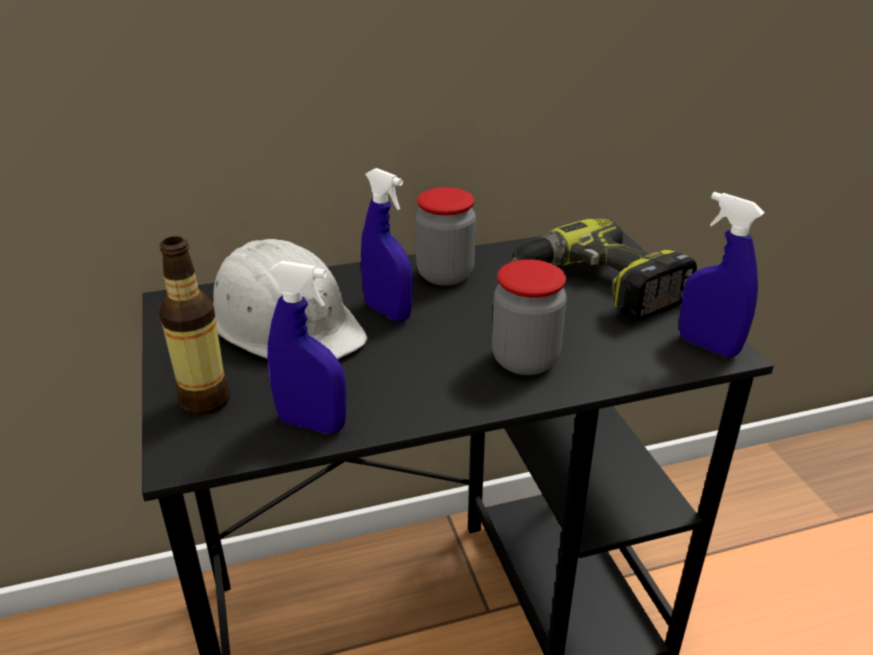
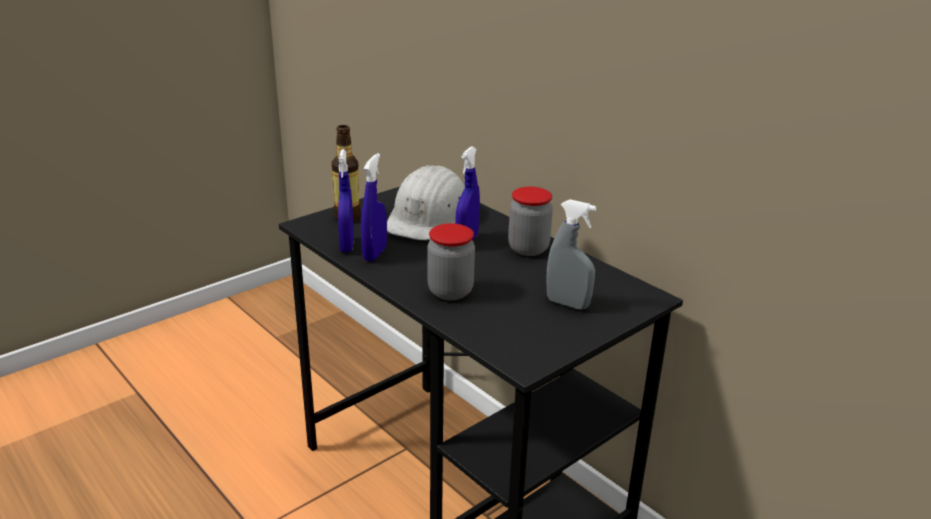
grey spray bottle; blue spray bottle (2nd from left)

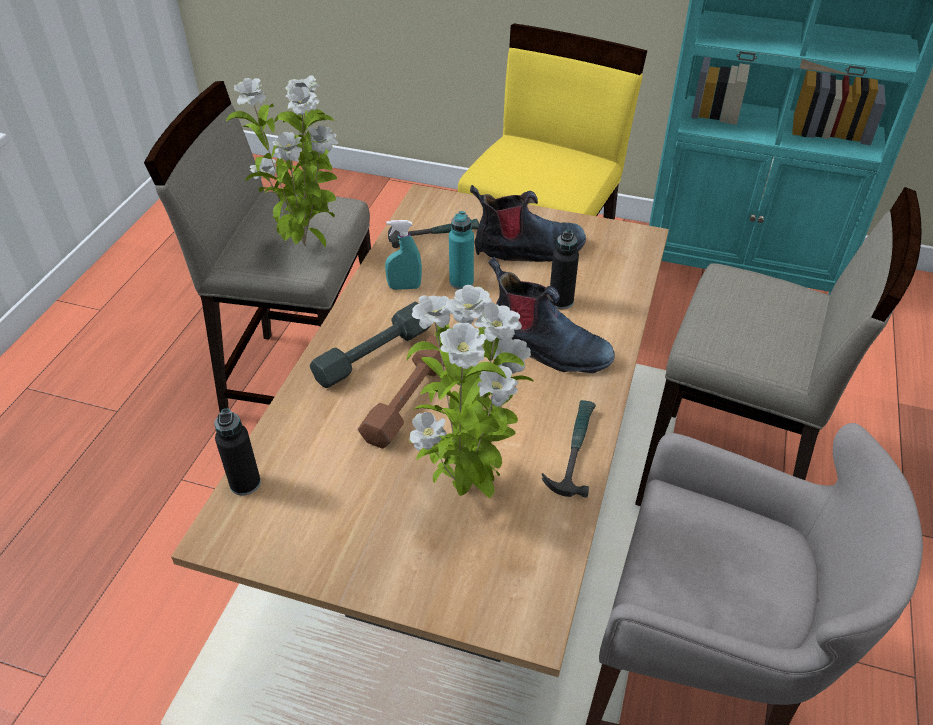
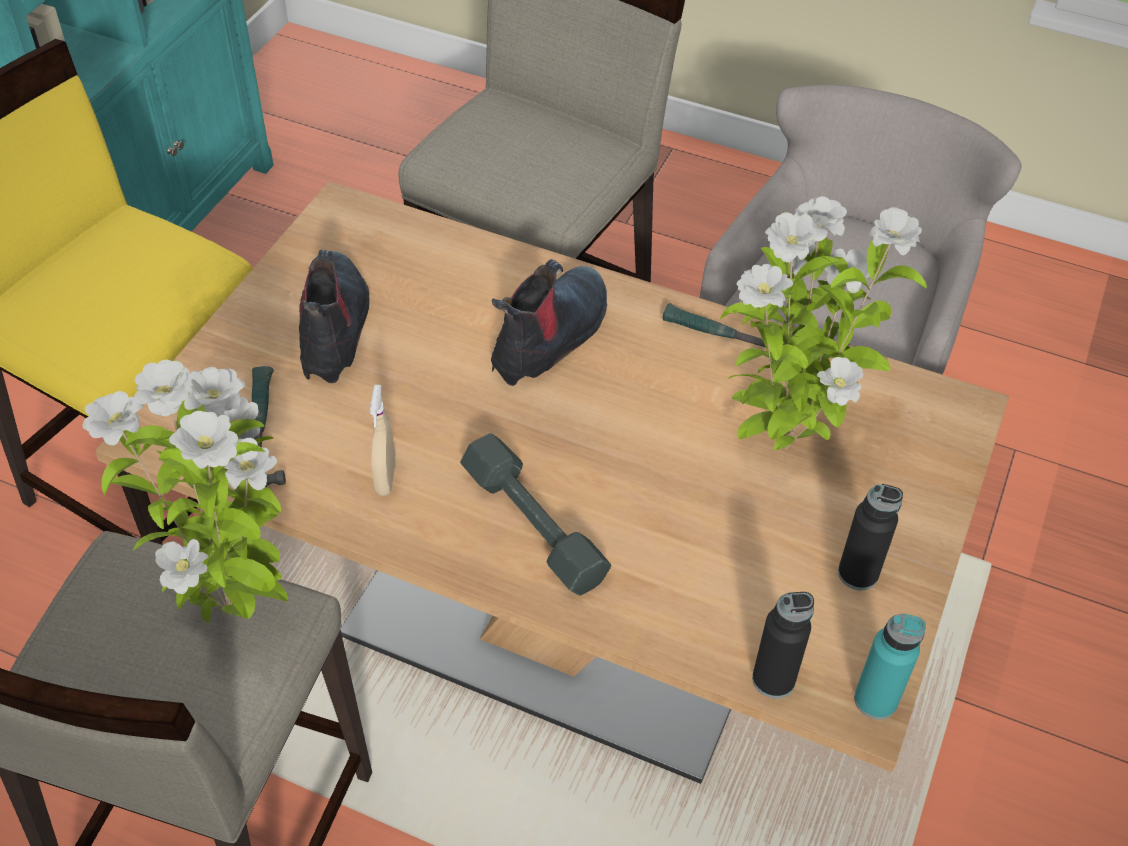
brown dumbbell; beige spray bottle; turquoise bottle; black bottle (2nd from left)

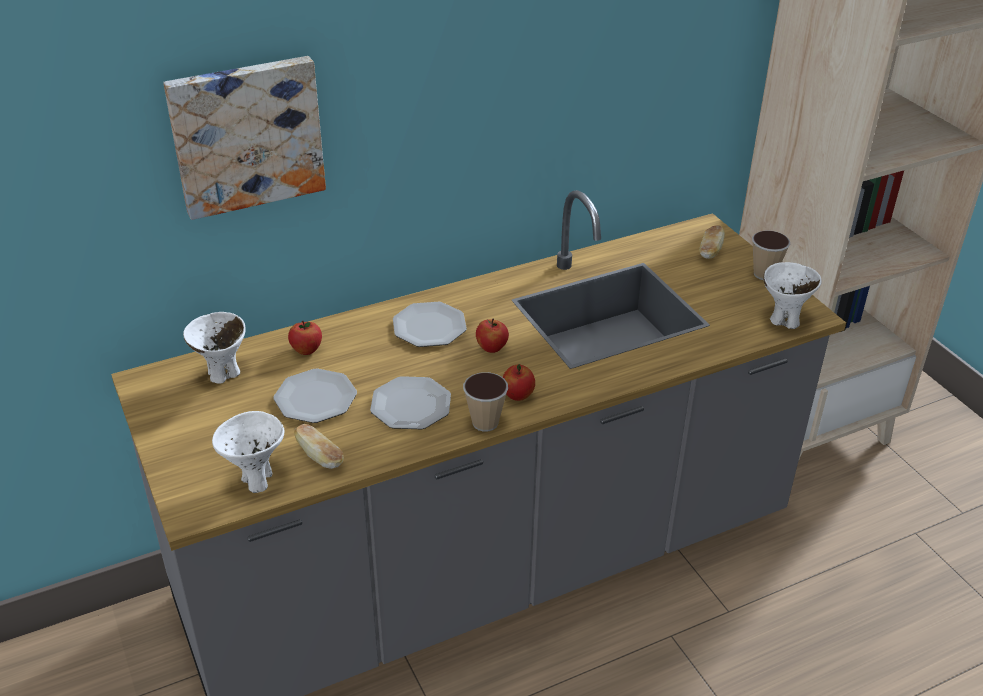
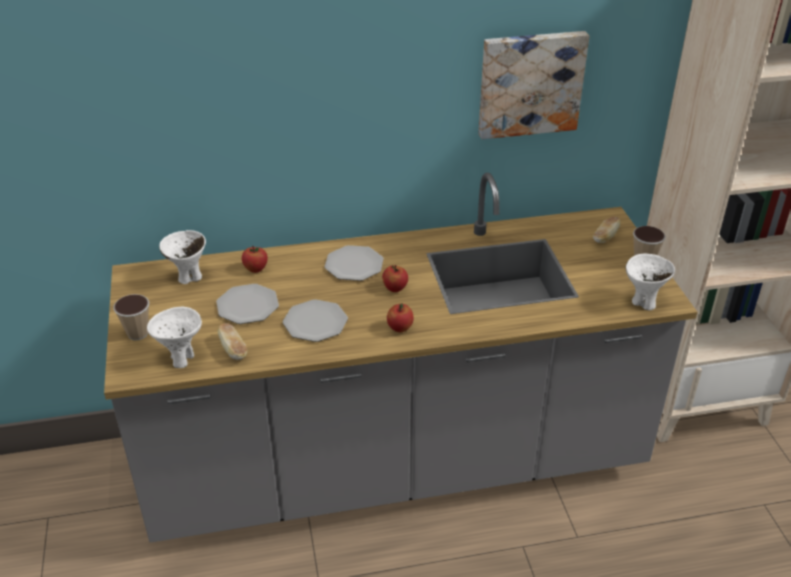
picture; cup (1st from left)

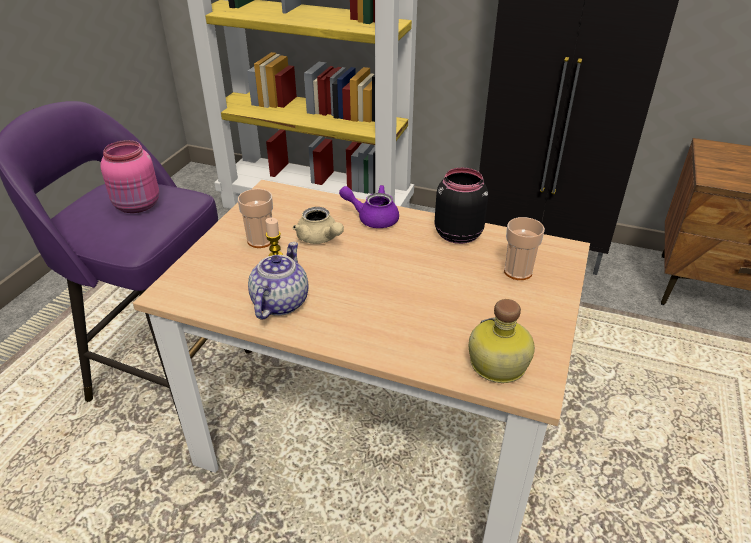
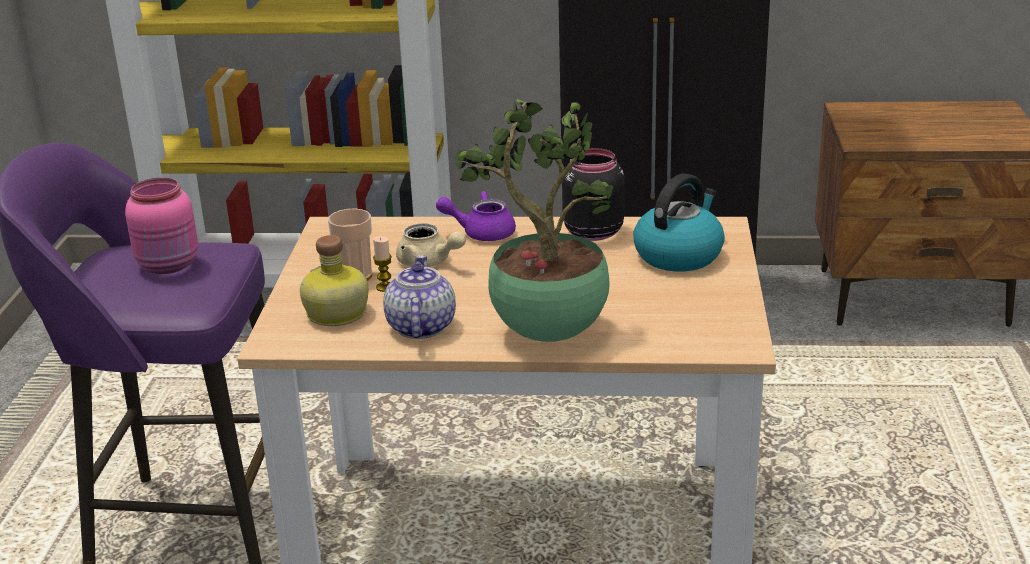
bottle; kettle; potted plant

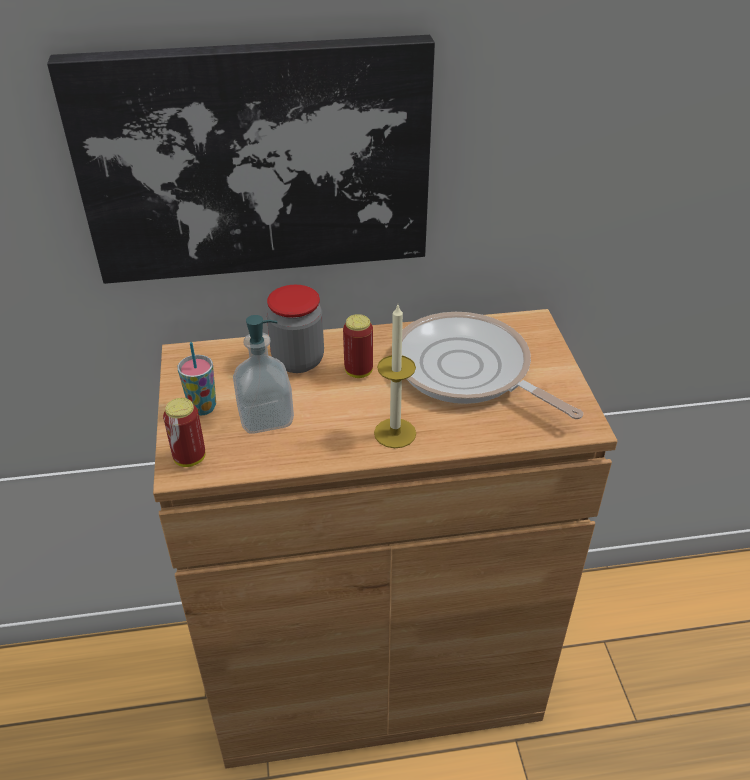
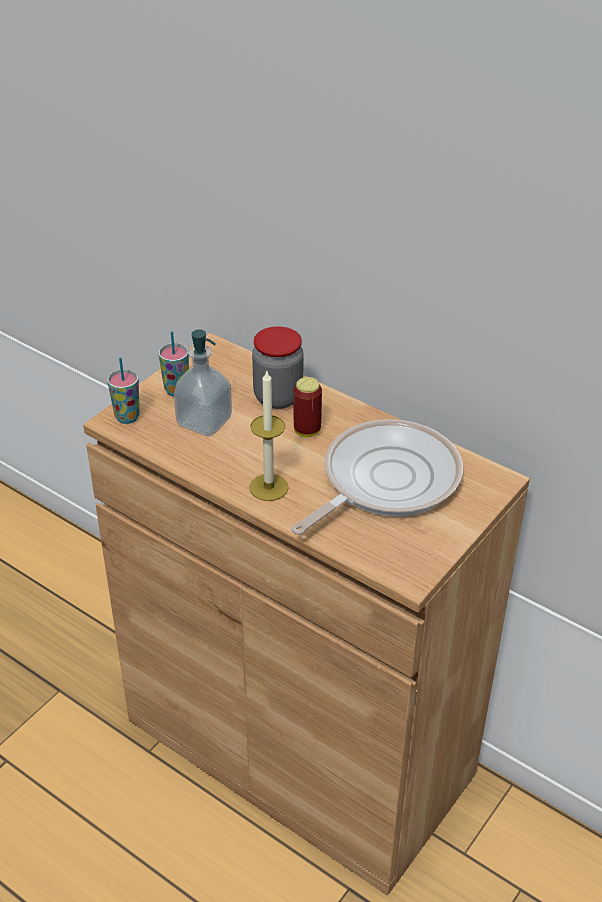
picture; cup (1st from left); frying pan

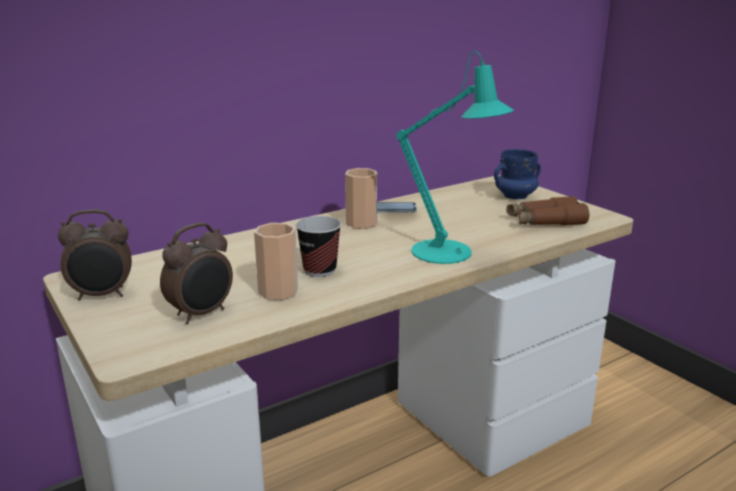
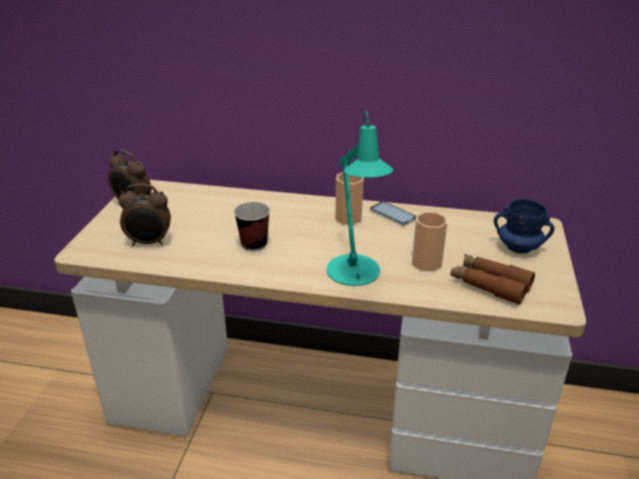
cup (3rd from left)

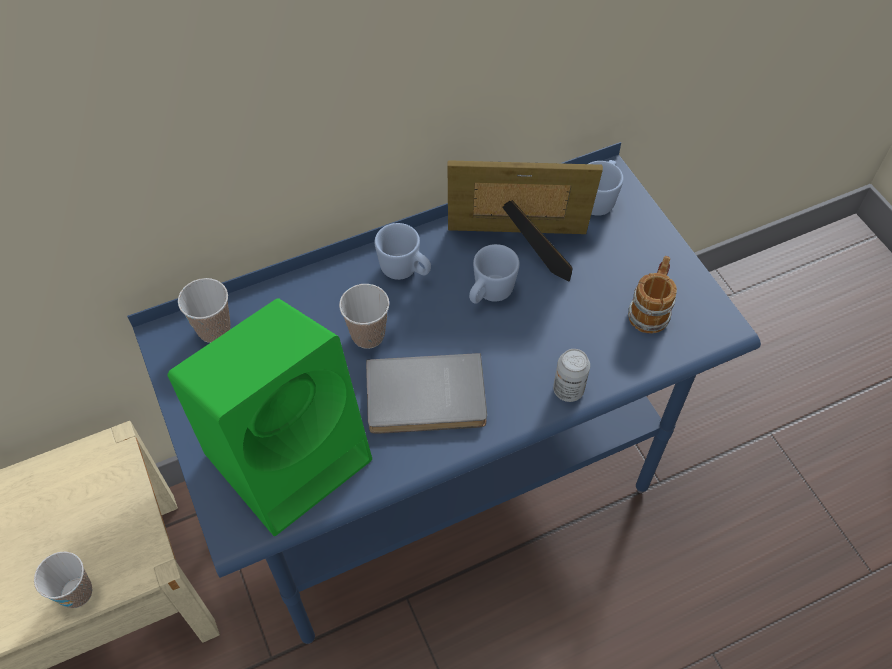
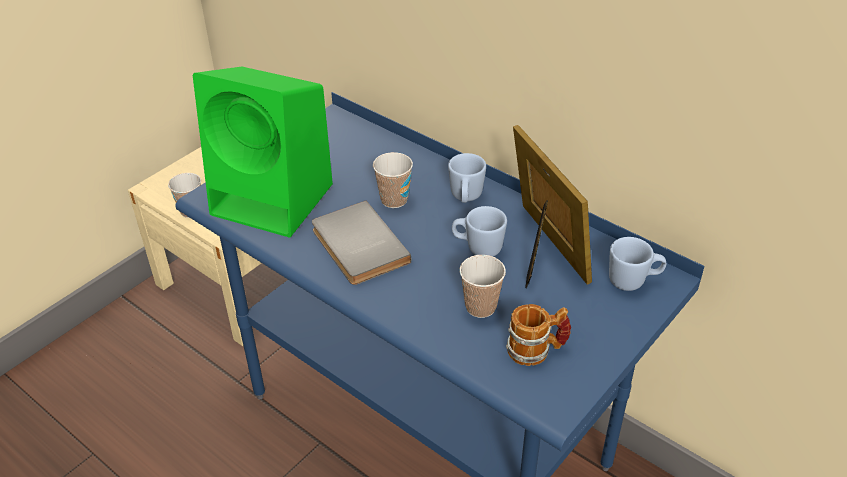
cup (3rd from left); can

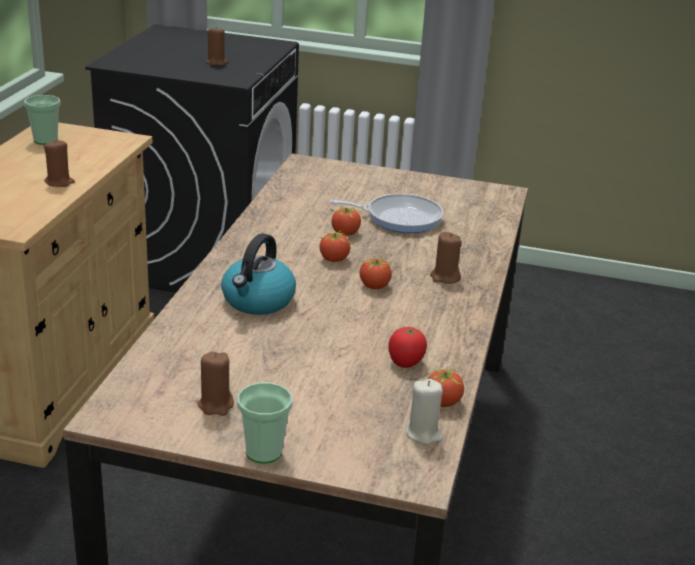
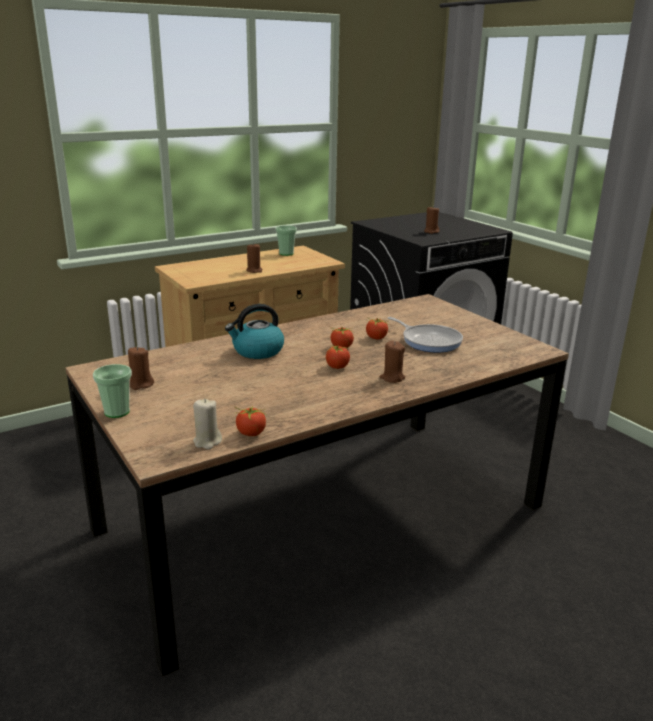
tomato (4th from left in the first image)

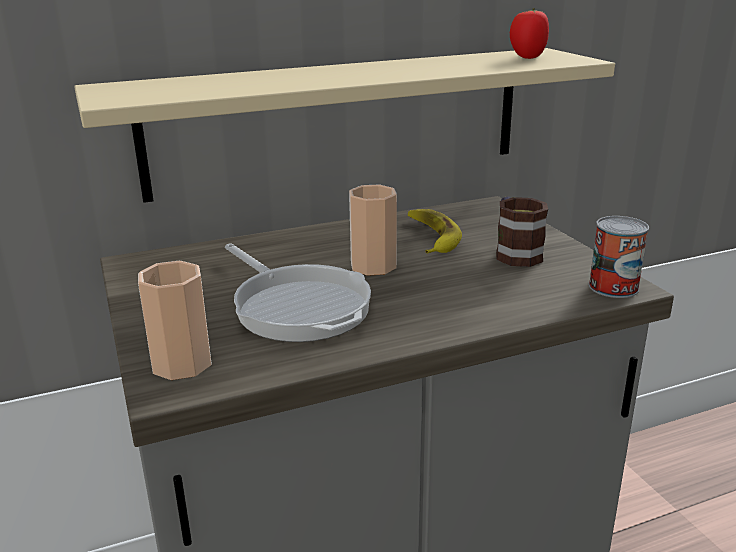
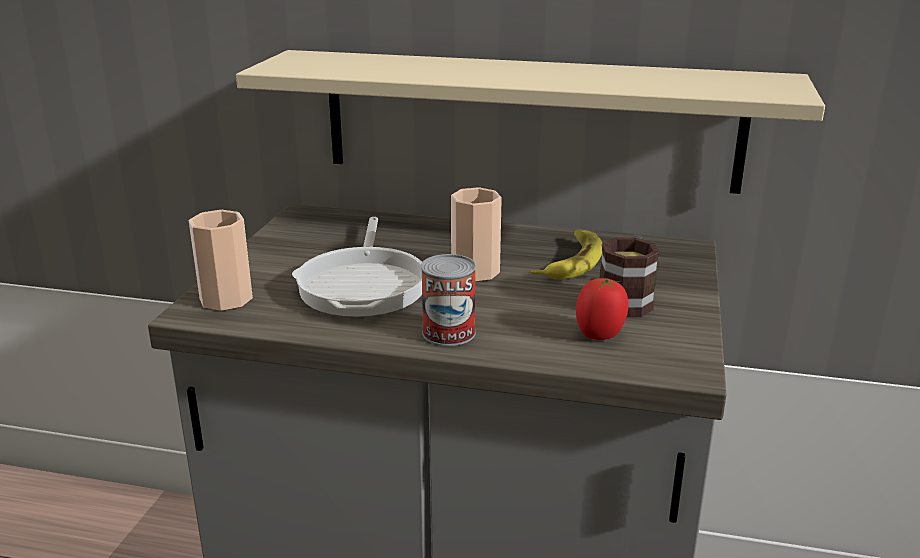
tomato; can

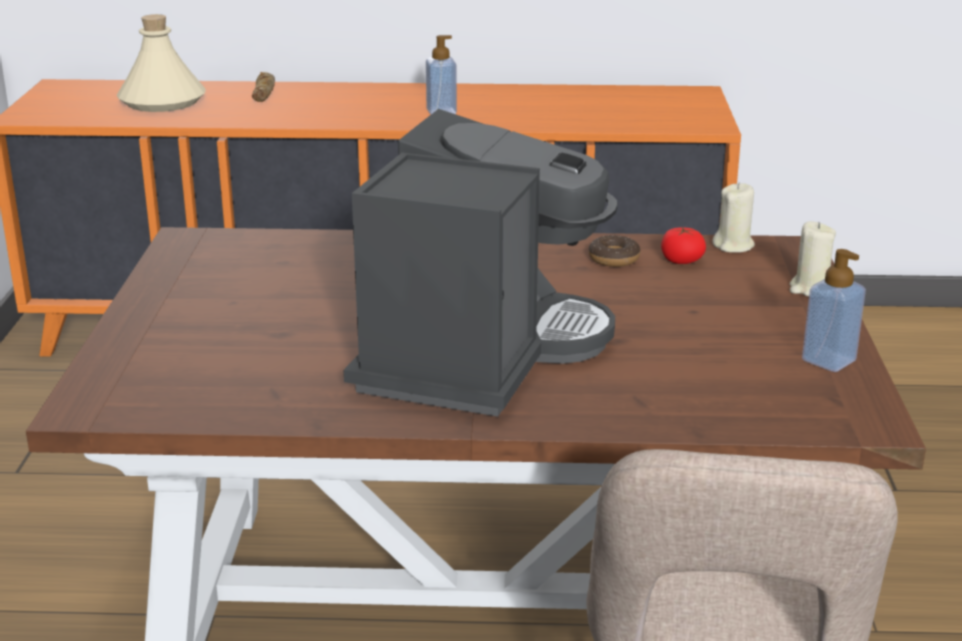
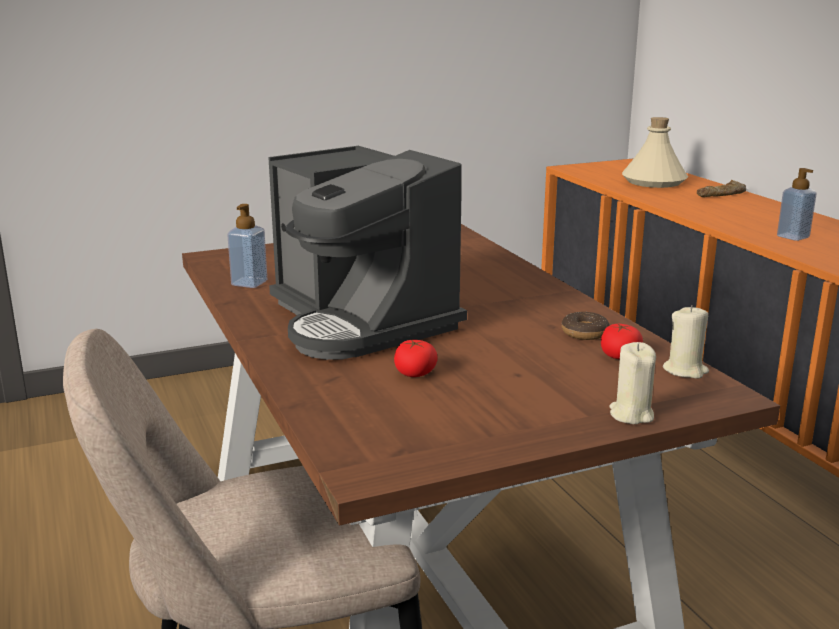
coffee machine; soap dispenser (1st from left); tomato (1st from left)

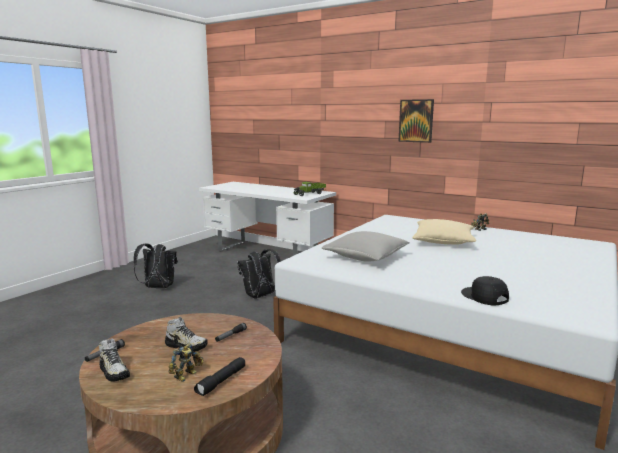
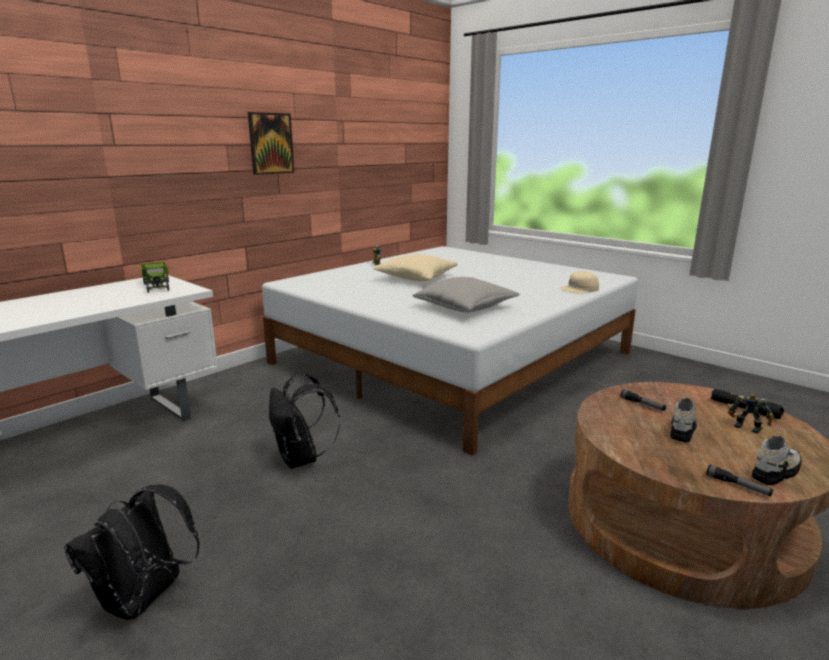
beige cap

